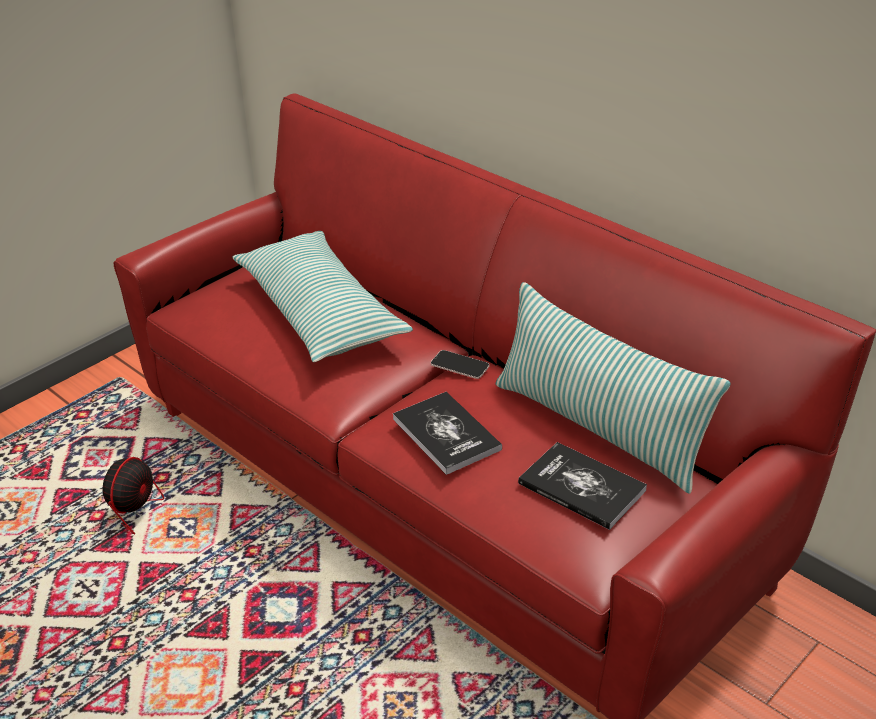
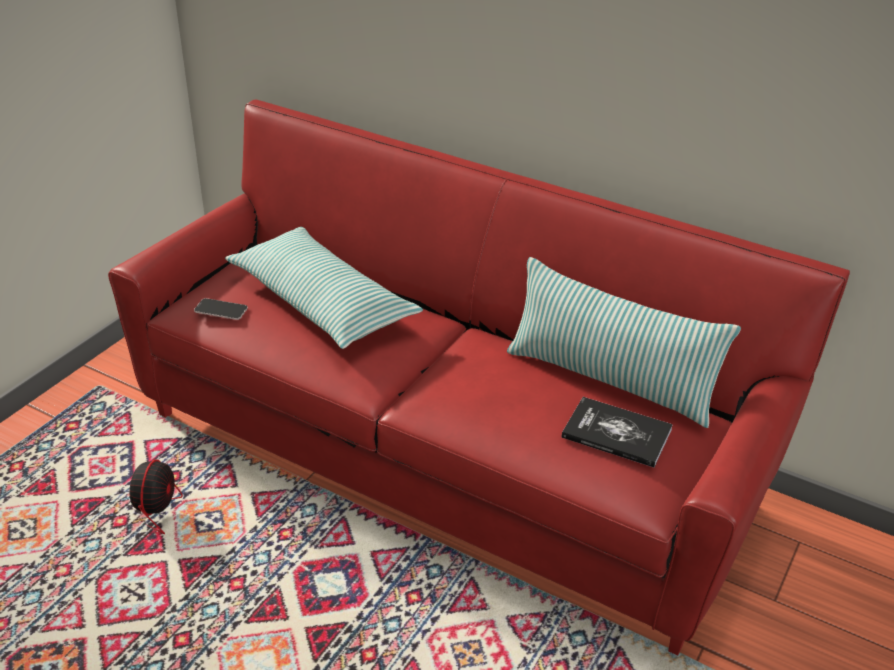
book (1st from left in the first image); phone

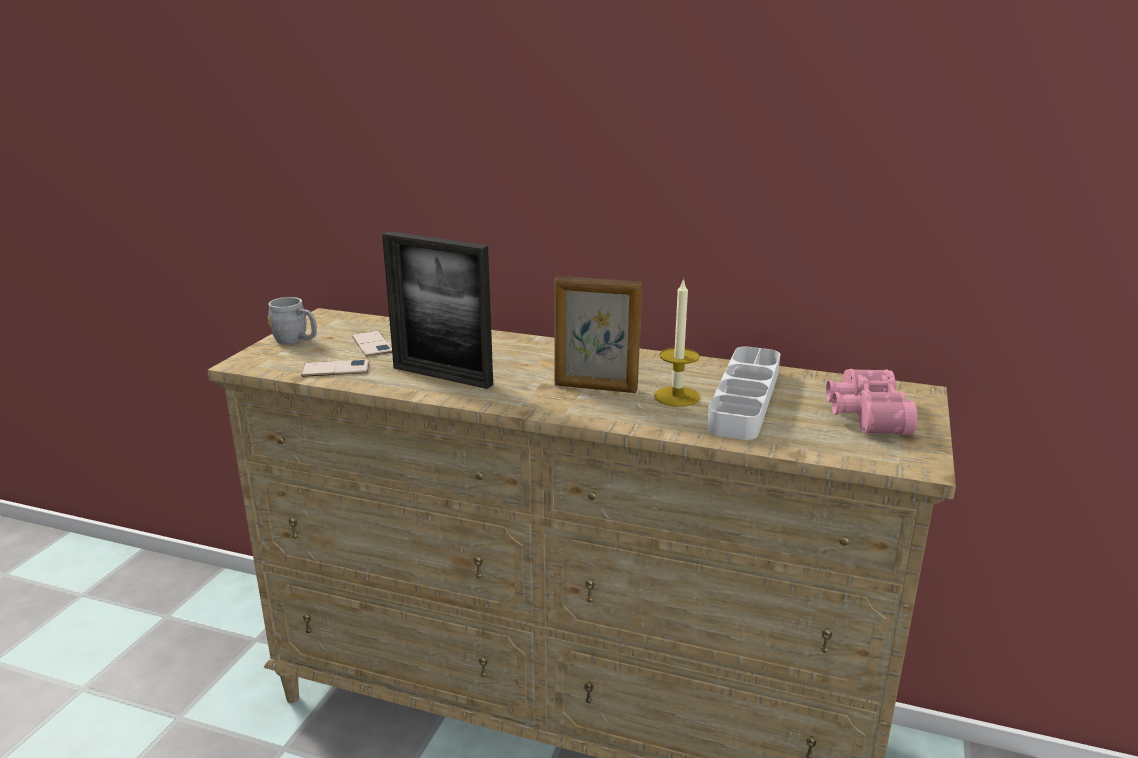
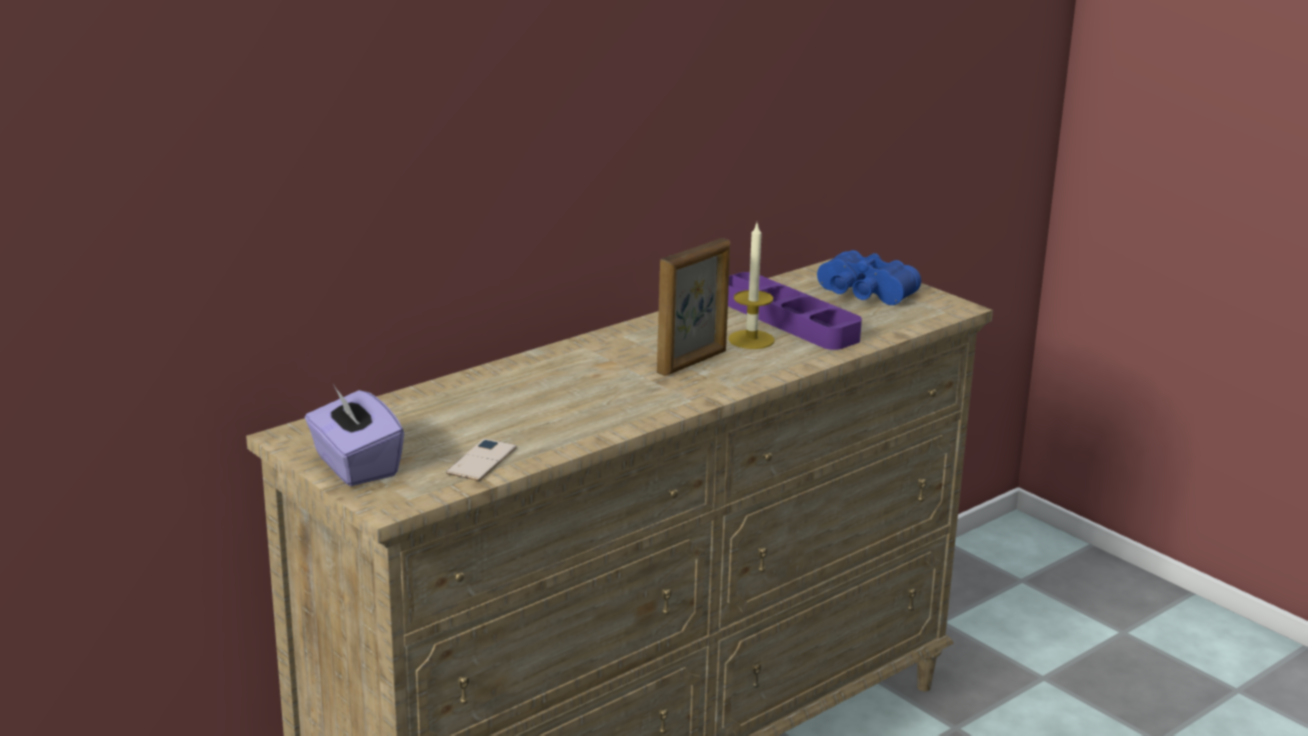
purple tissue box; phone (2nd from left in the first image); picture frame (1st from left in the first image); purple tray; blue binoculars

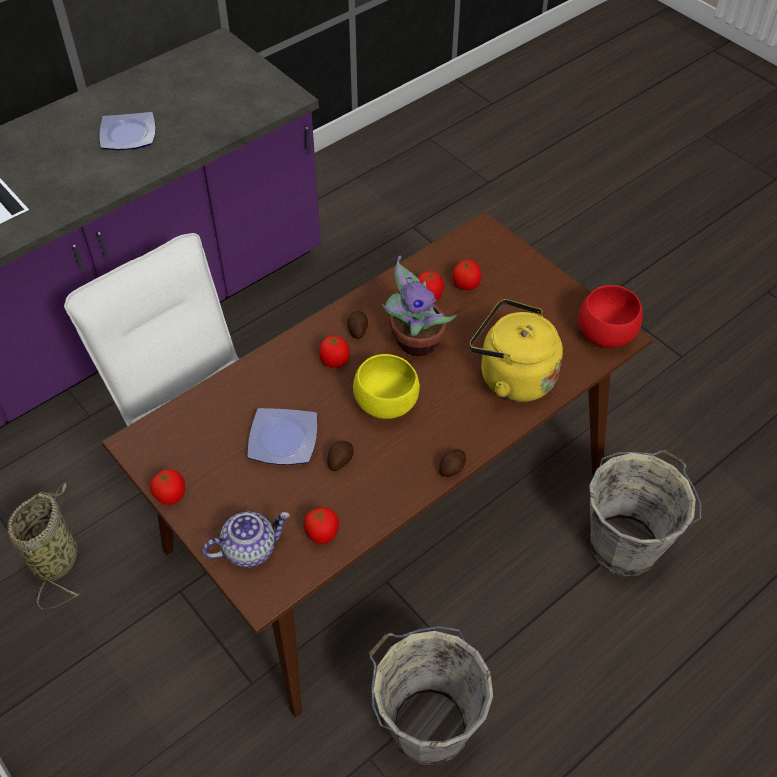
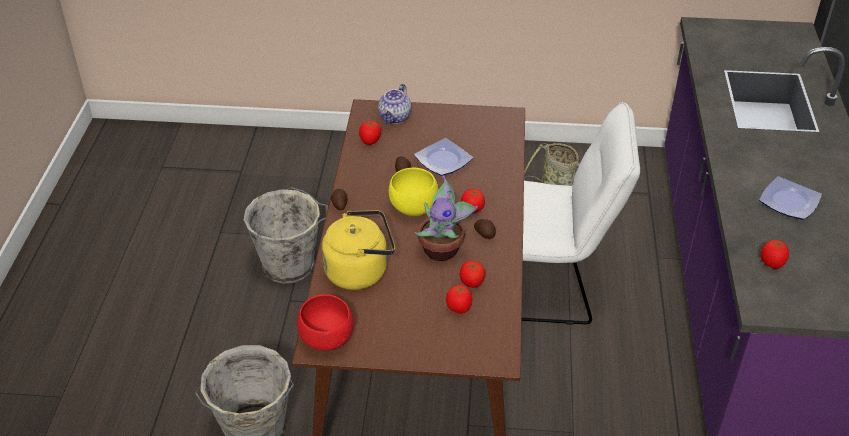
tomato (5th from left)

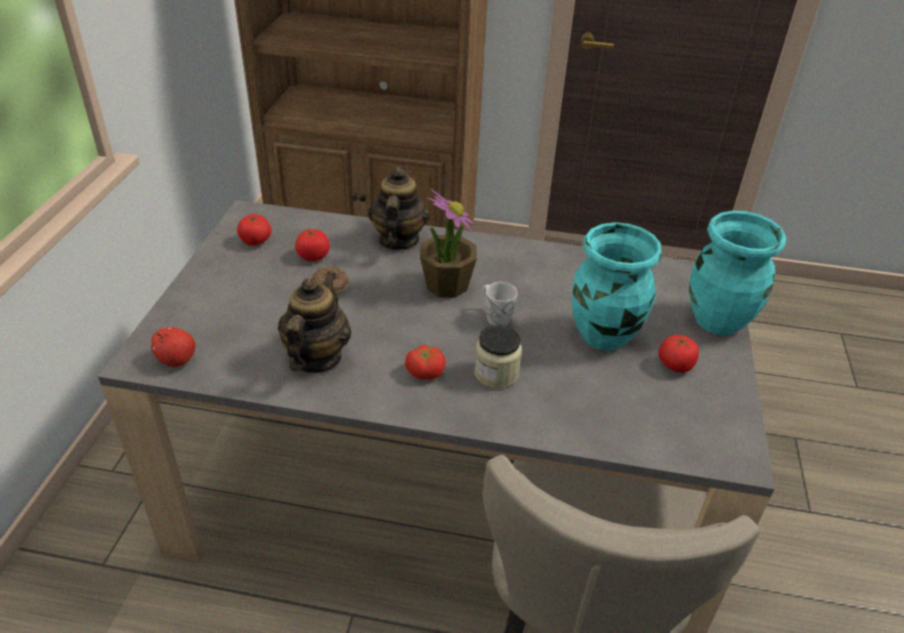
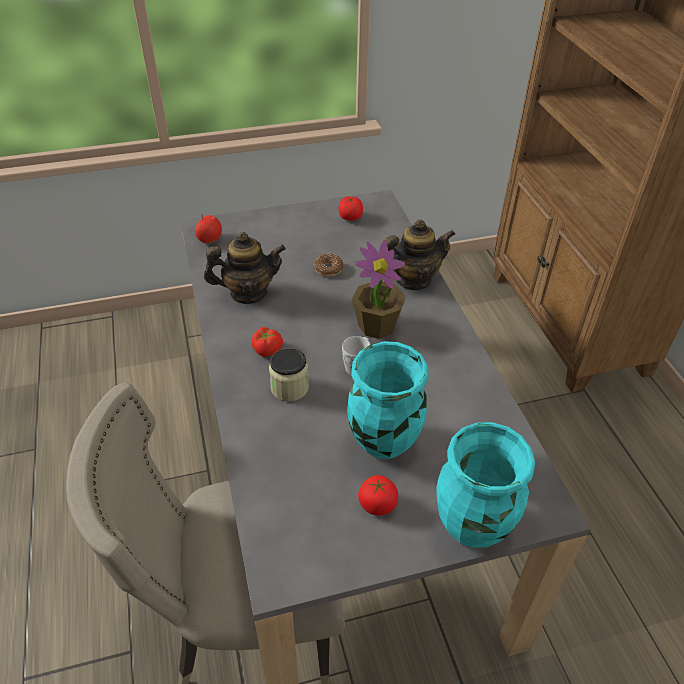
tomato (2nd from left in the first image)

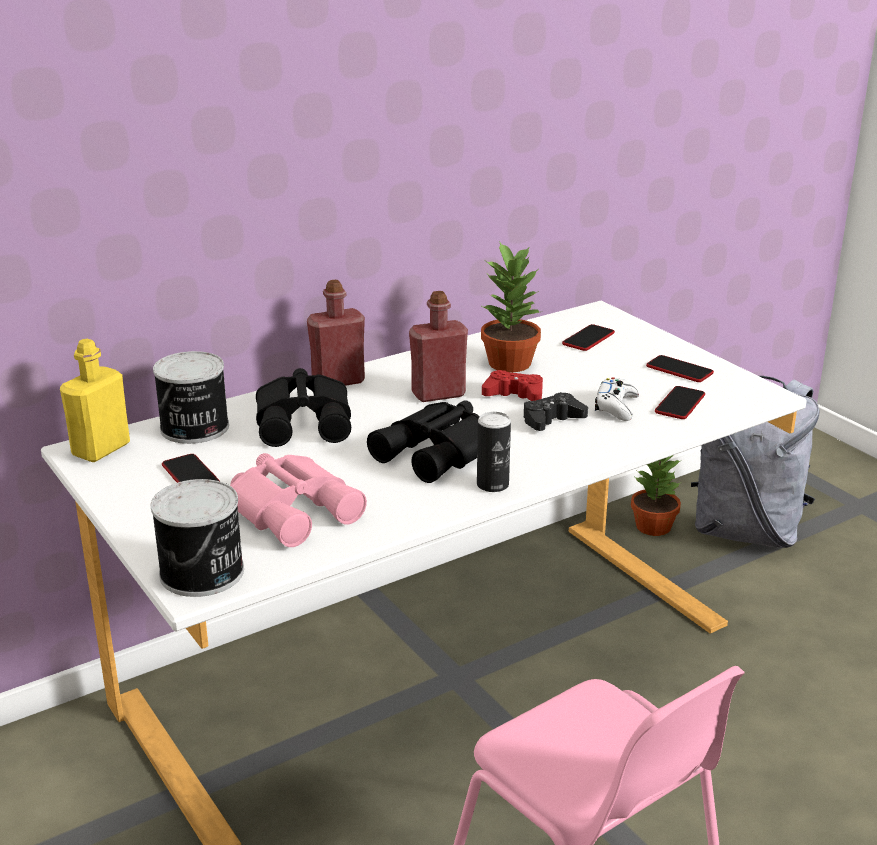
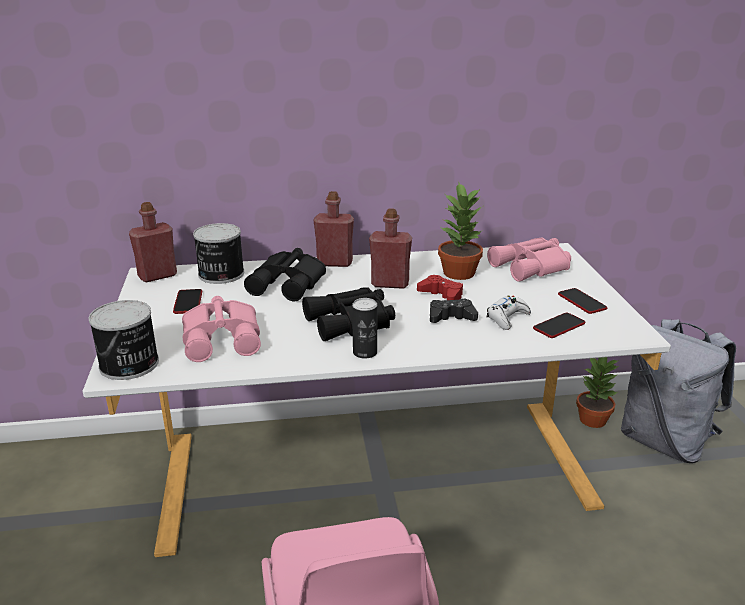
red bottle (1st from left); pink binoculars (2nd from left)

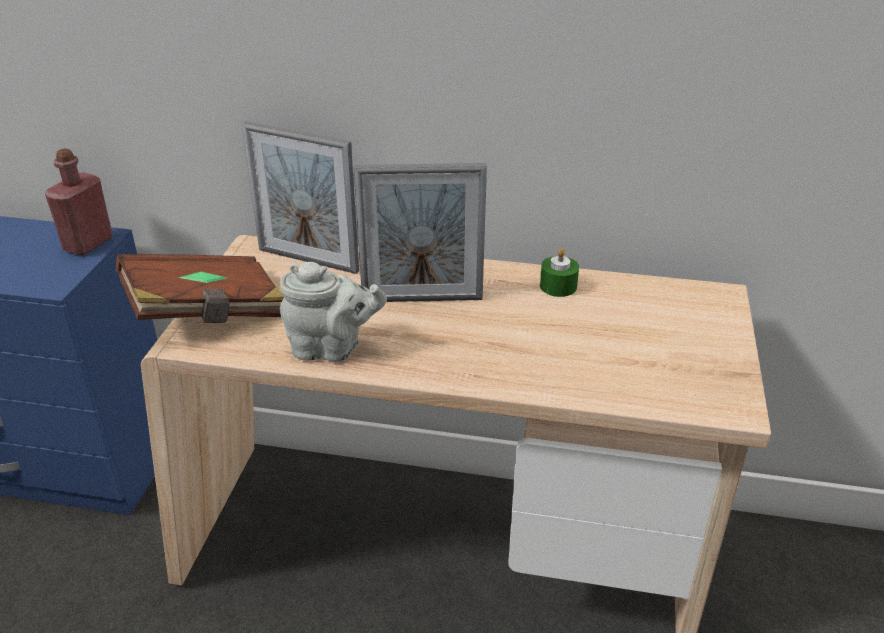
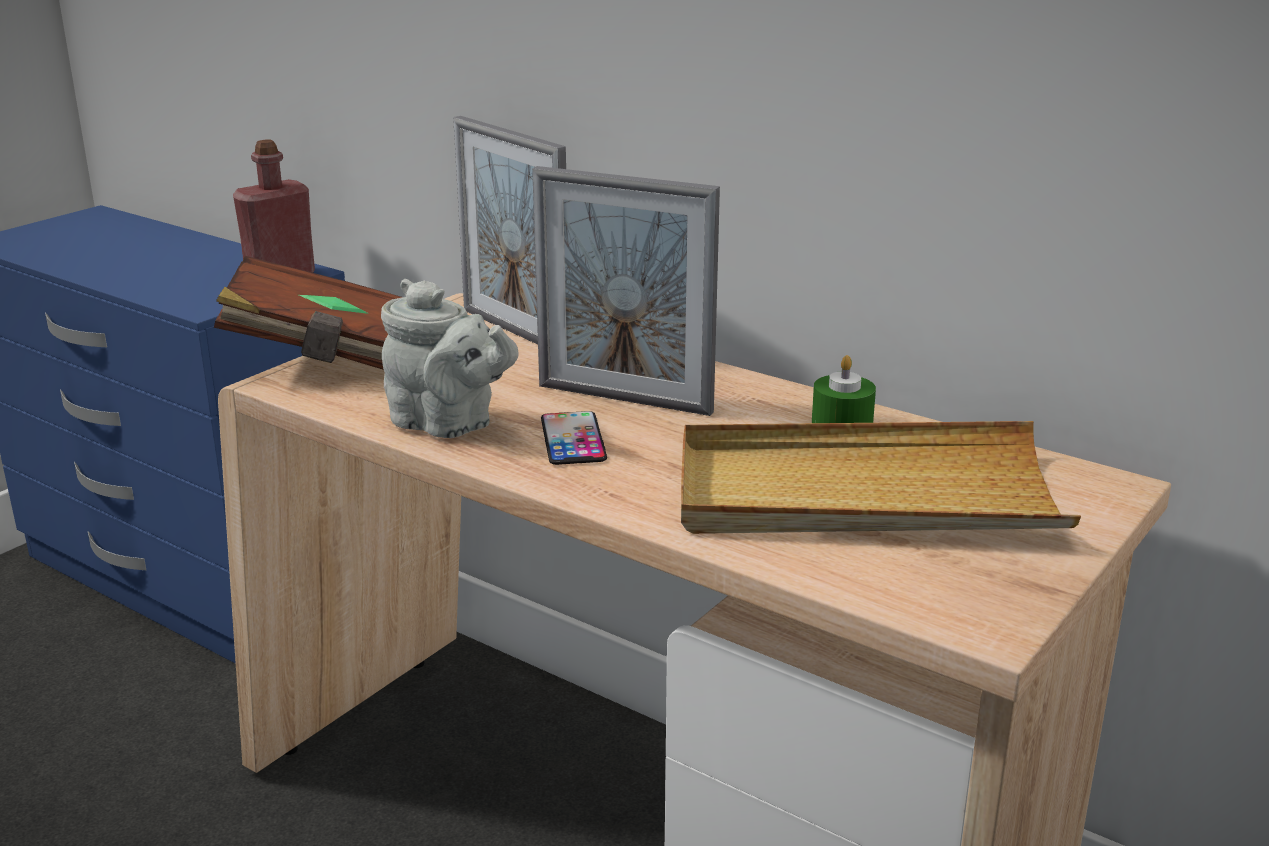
phone; beige tray

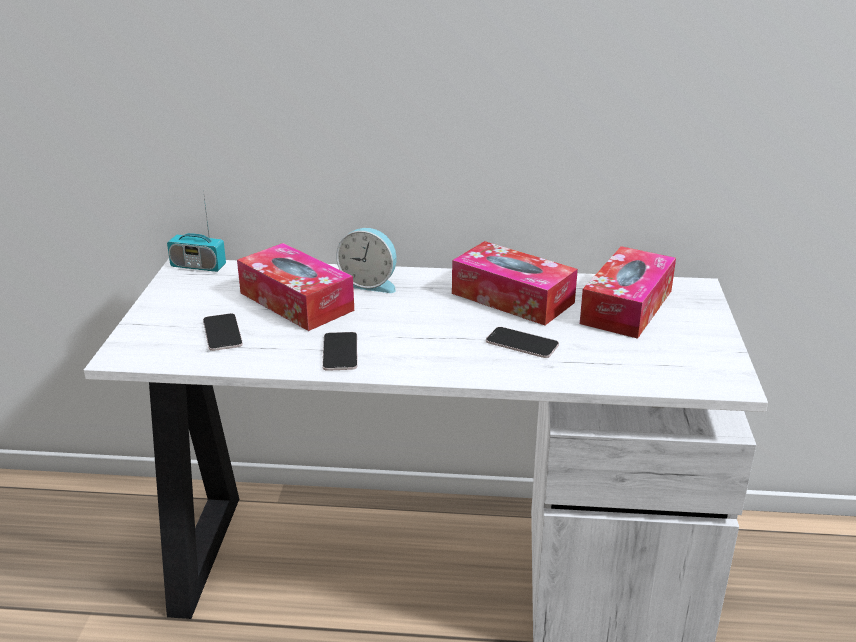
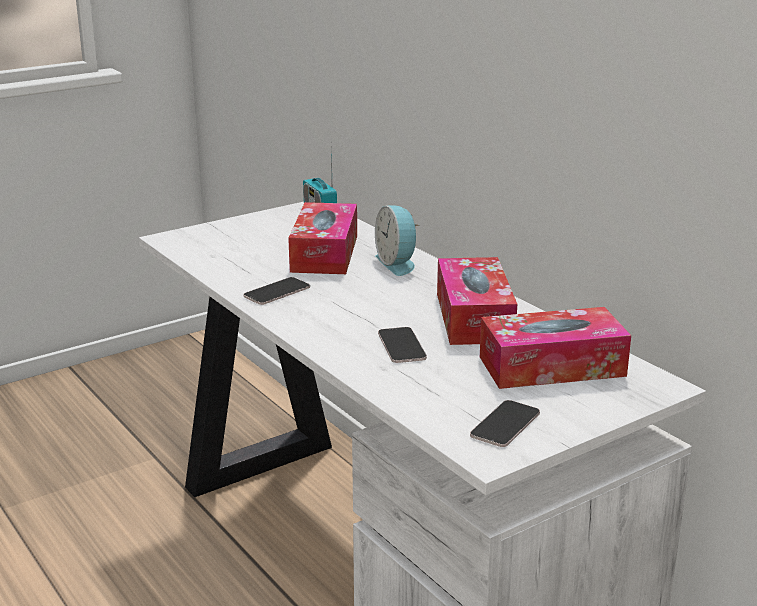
phone (3rd from left)

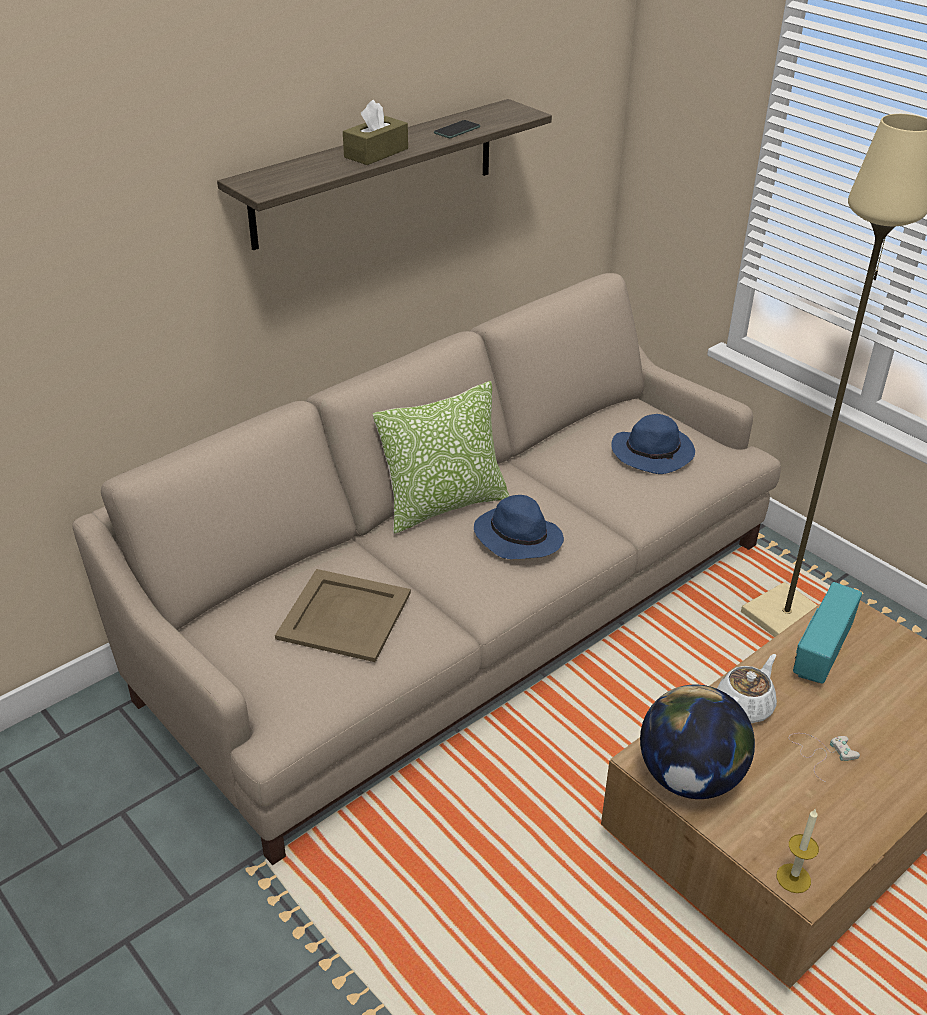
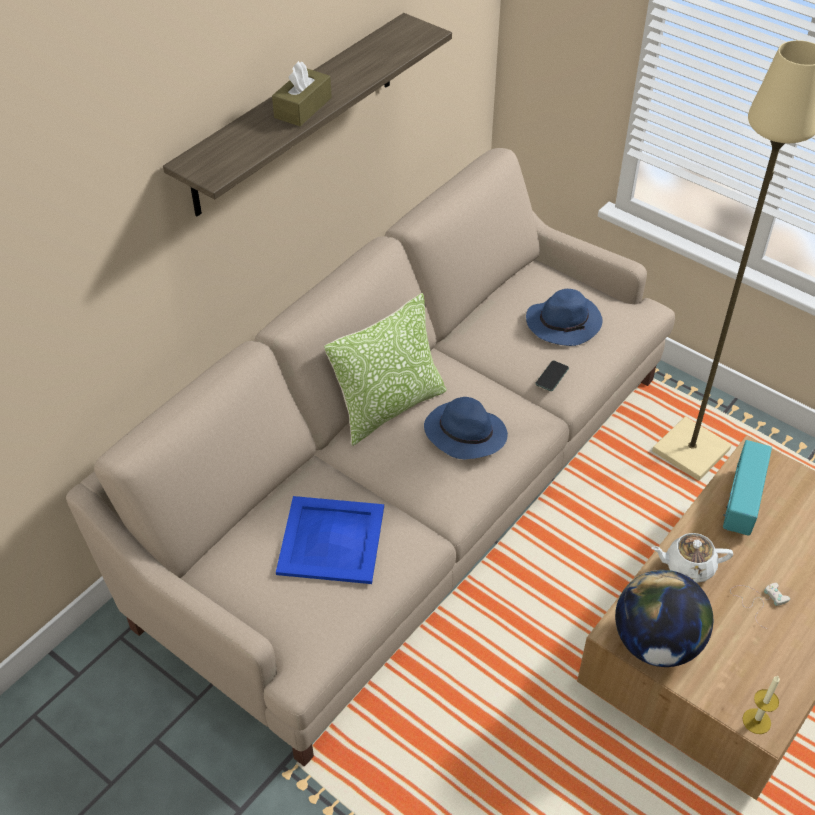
blue tray; phone; white teapot

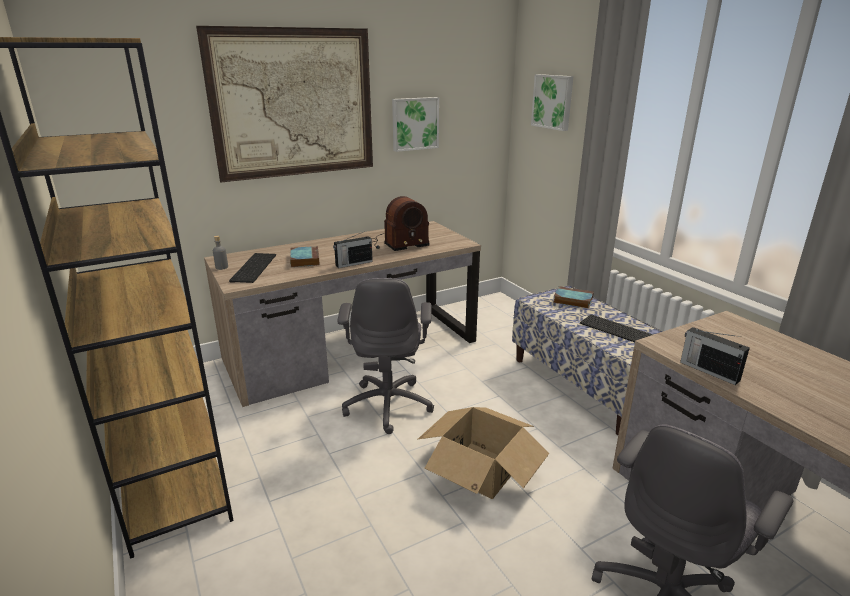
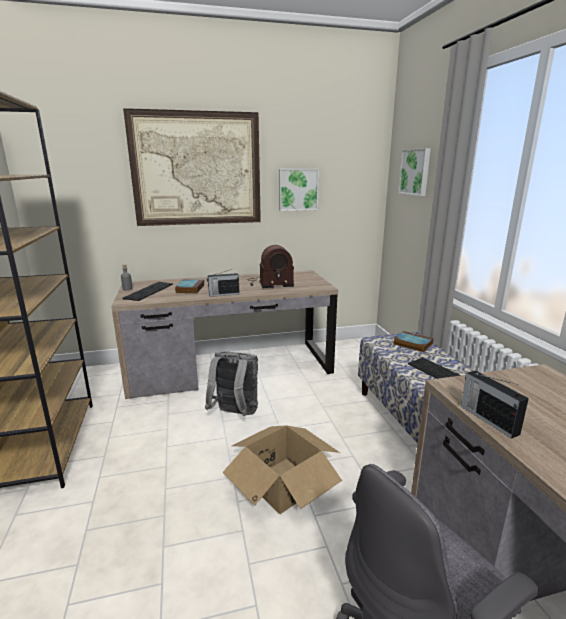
grey backpack

